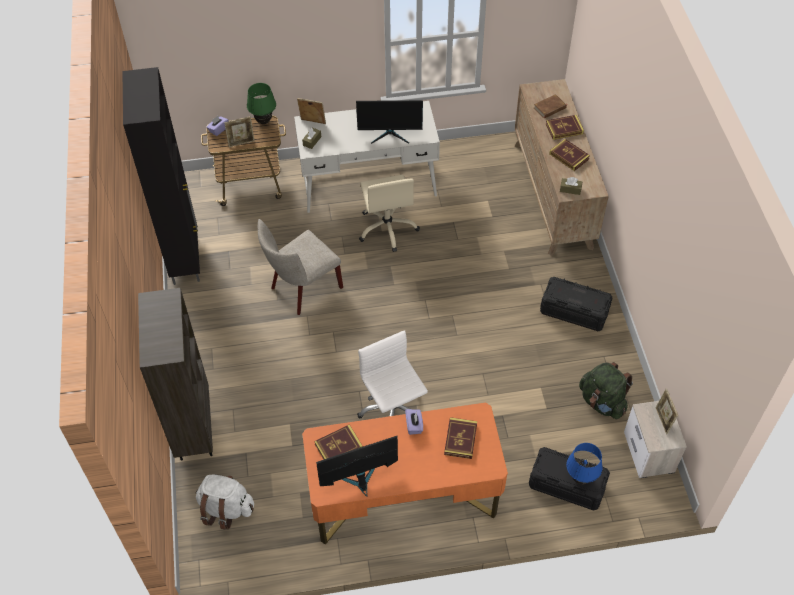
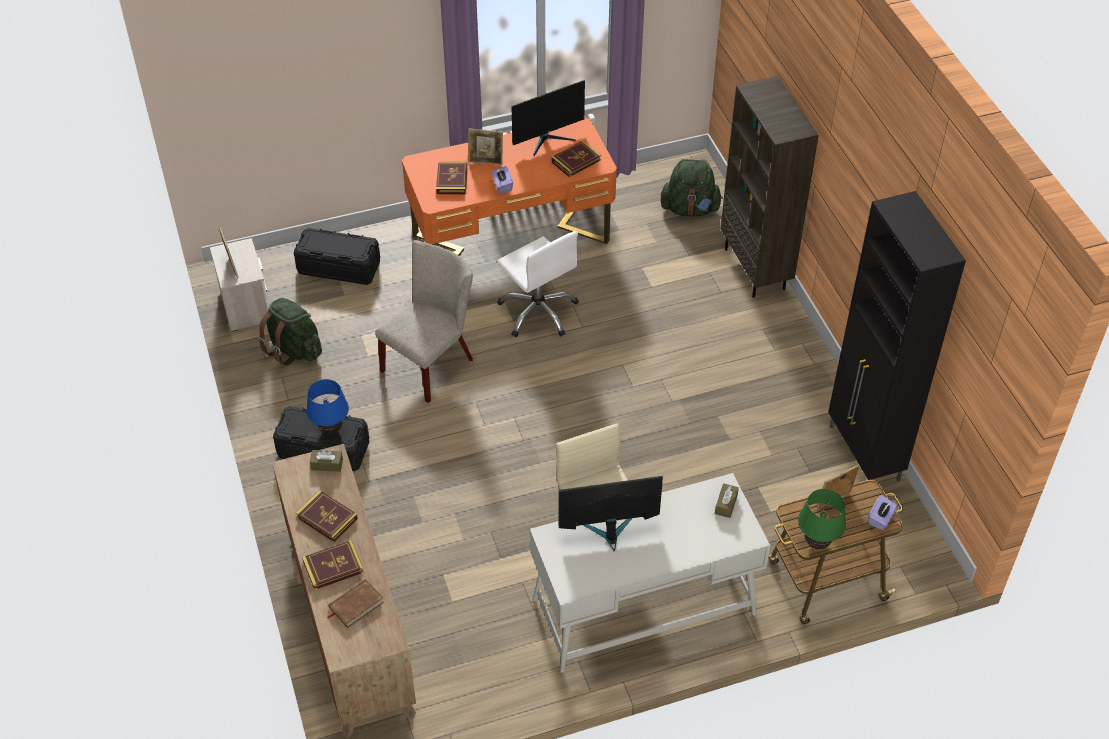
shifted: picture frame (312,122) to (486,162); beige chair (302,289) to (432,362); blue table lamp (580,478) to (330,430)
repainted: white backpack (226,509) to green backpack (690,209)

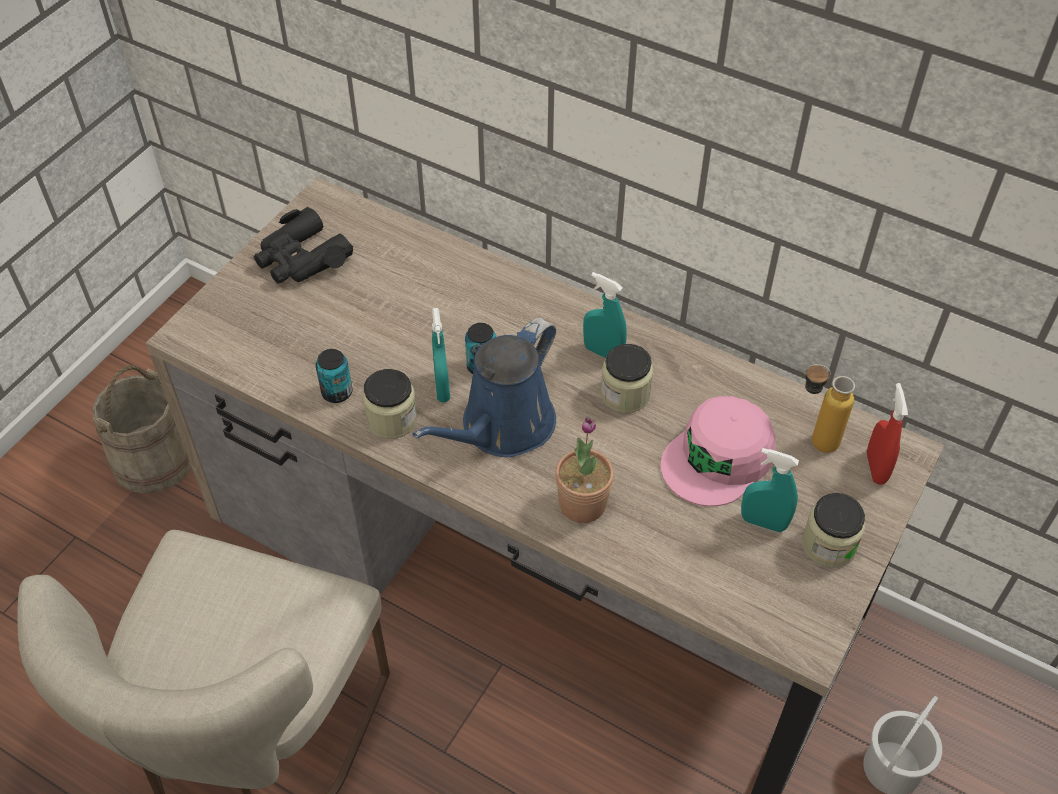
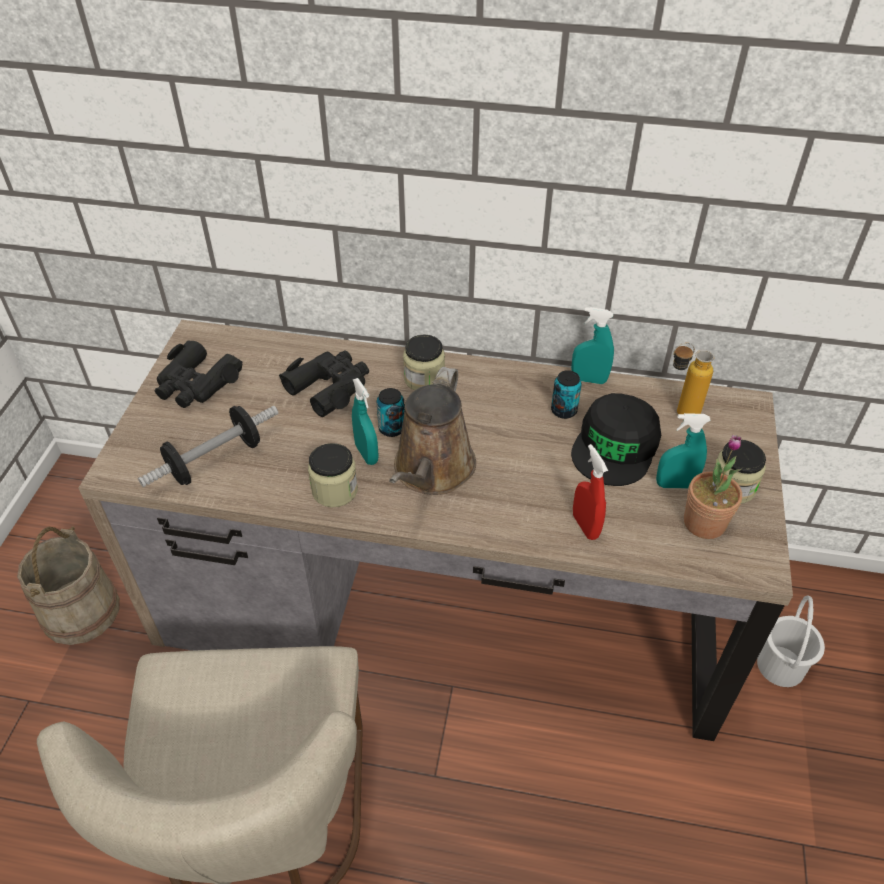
new: black binoculars (329,387); dumbbell (215,460)
shifted: turquoise spray bottle (603,352) to (589,380); jar (625,394) to (424,379); can (337,392) to (564,410); red spray bottle (876,468) to (585,526); potted plant (582,504) to (704,523)
repainted: blue watering can (502,427) to brown watering can (432,471); pink cap (718,458) to black cap (615,447)

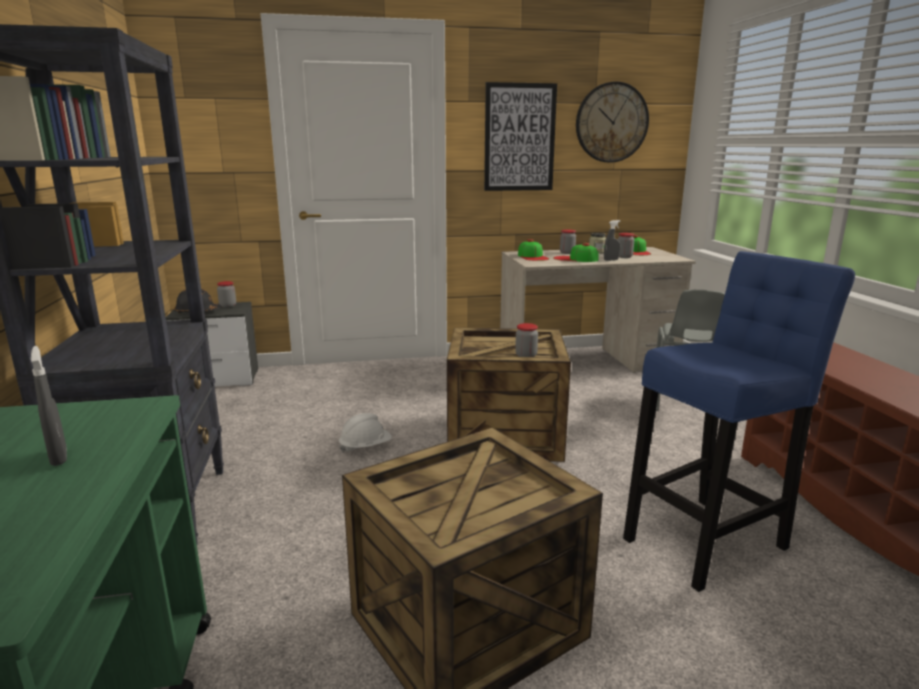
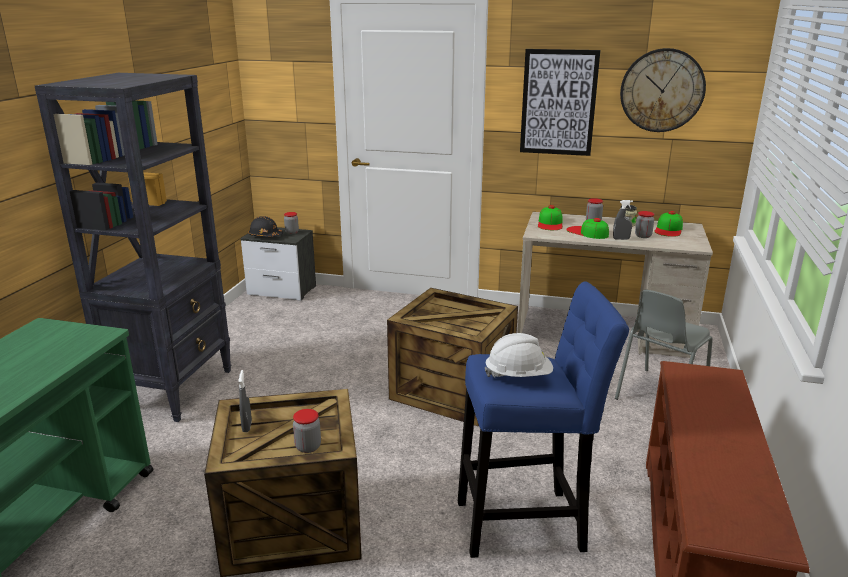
shifted: jar (526,356) to (308,447); grey spray bottle (59,457) to (247,426); white hard hat (365,447) to (518,376)

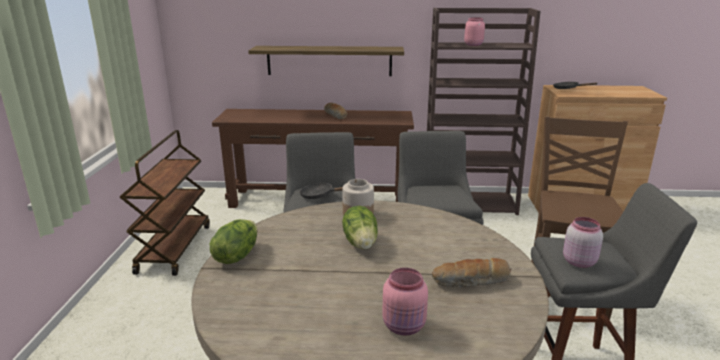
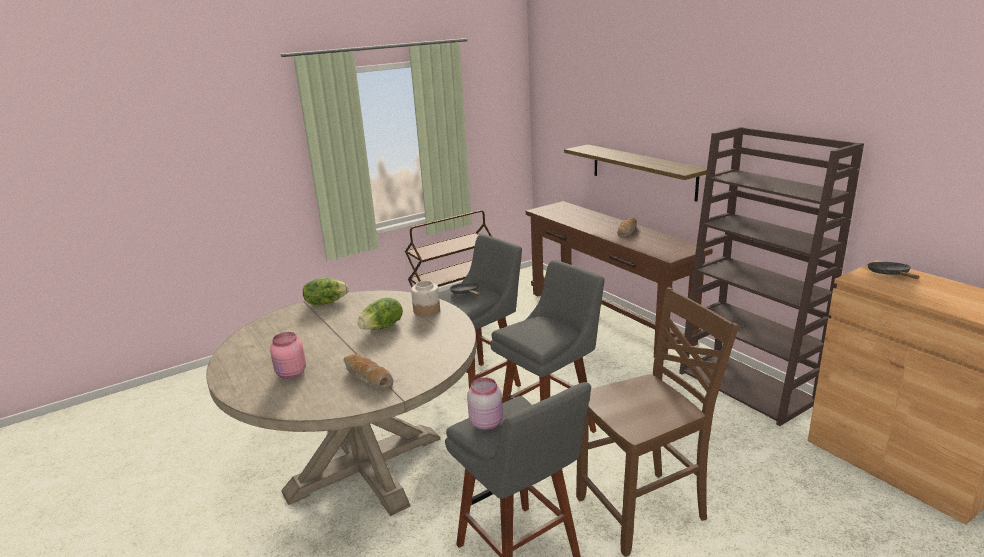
gone: pink jar (473,44)

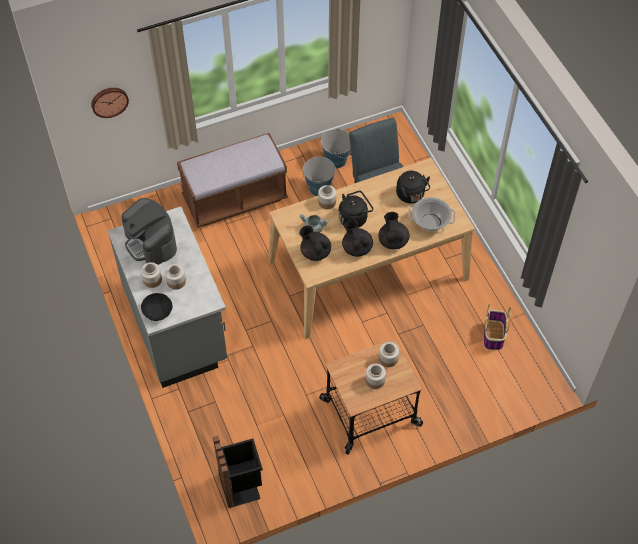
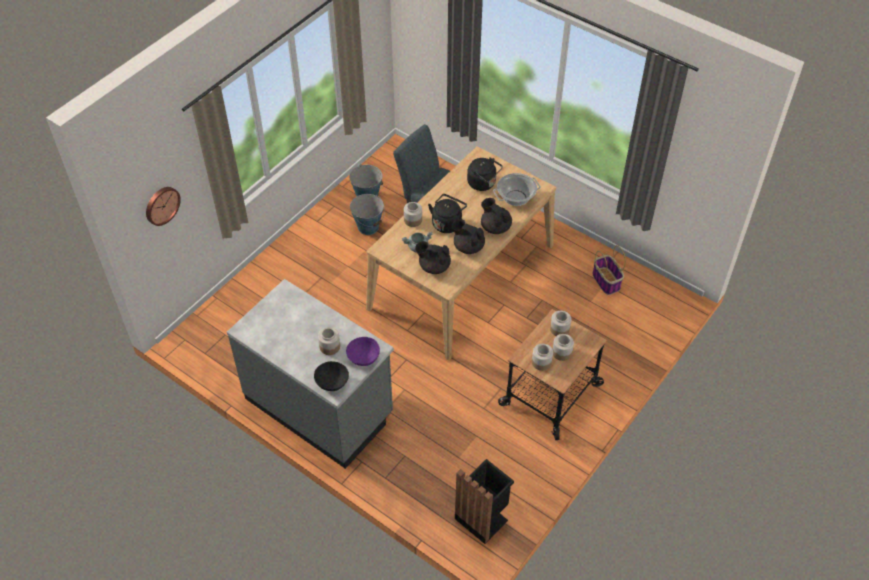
gone: brown bench (235,199); coffee machine (151,243)
new: purple bowl (363,357)
shifted: jar (152,280) to (541,362)

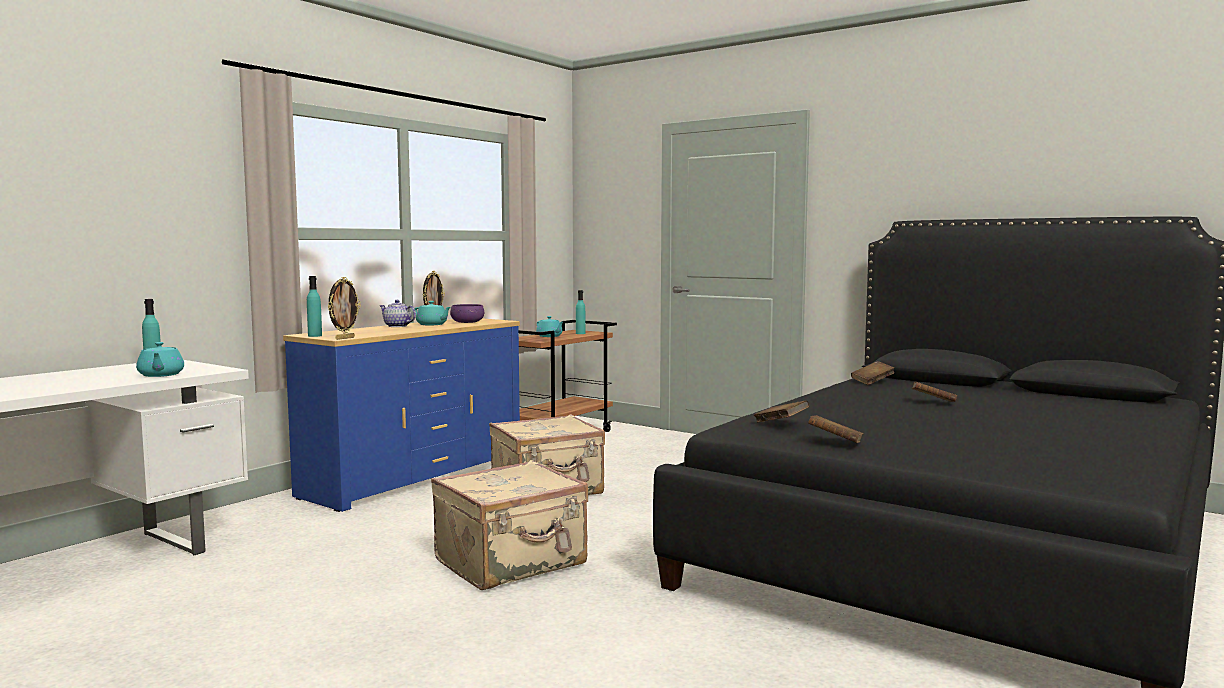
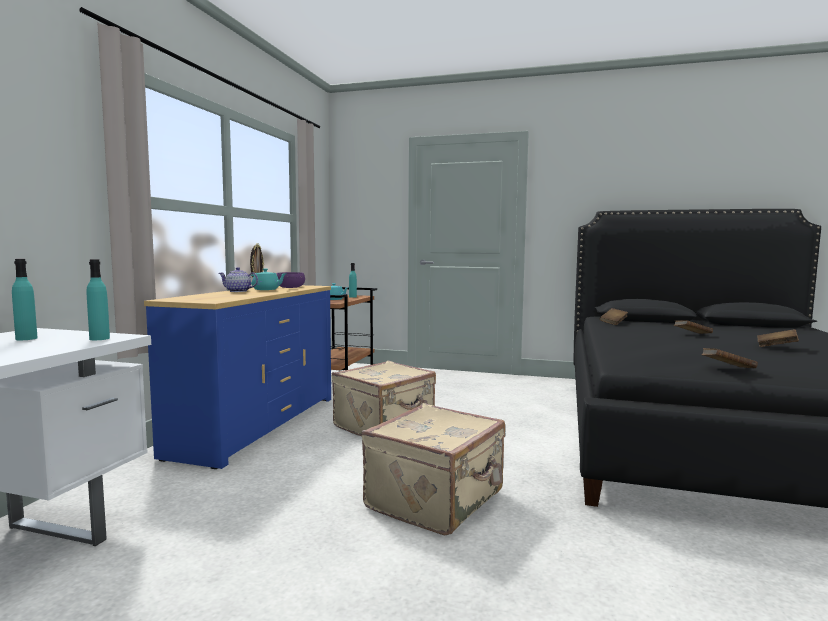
gone: picture frame (344,338); turquoise teapot (161,375)
shifted: turquoise bottle (315,336) to (99,338); brown book (780,424) to (776,347)

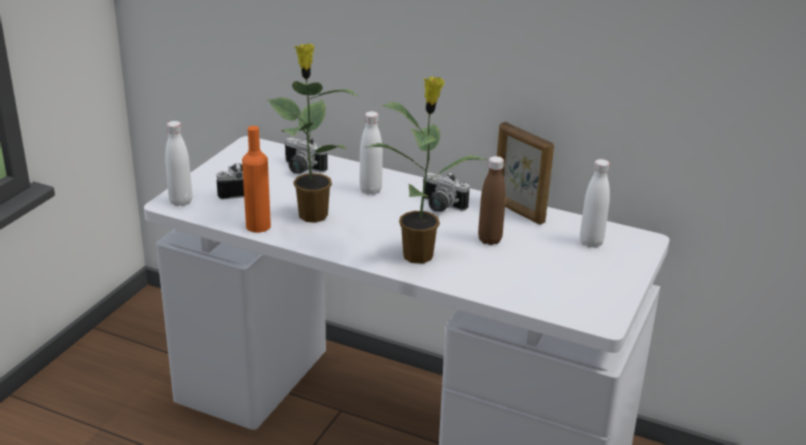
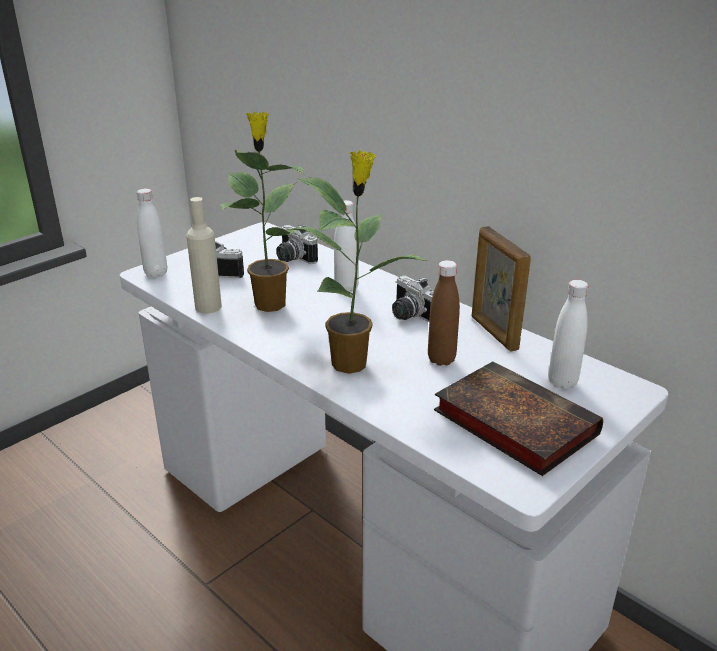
new: book (510,422)
repainted: orange bottle (258,226) to beige bottle (208,307)

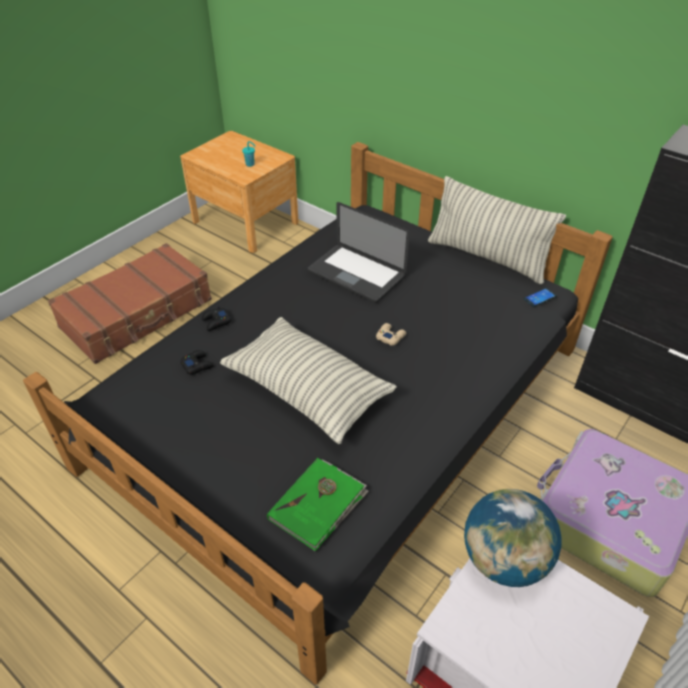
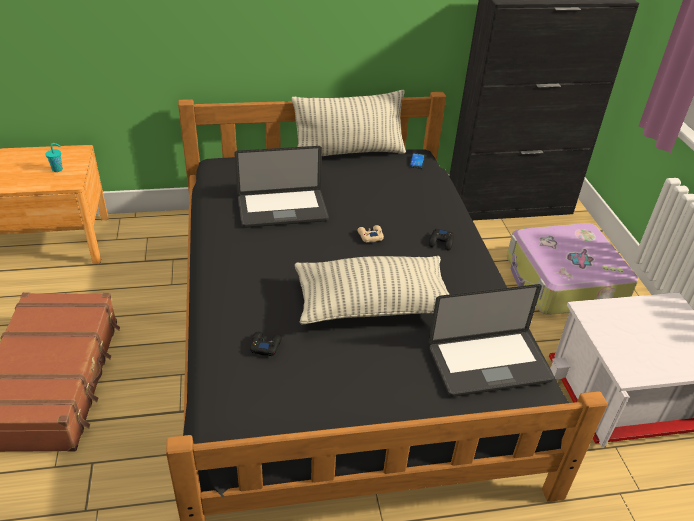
gone: globe (504,560)
shifted: black game controller (216,322) to (441,242)
swapped: green book (318,505) to laptop (489,364)

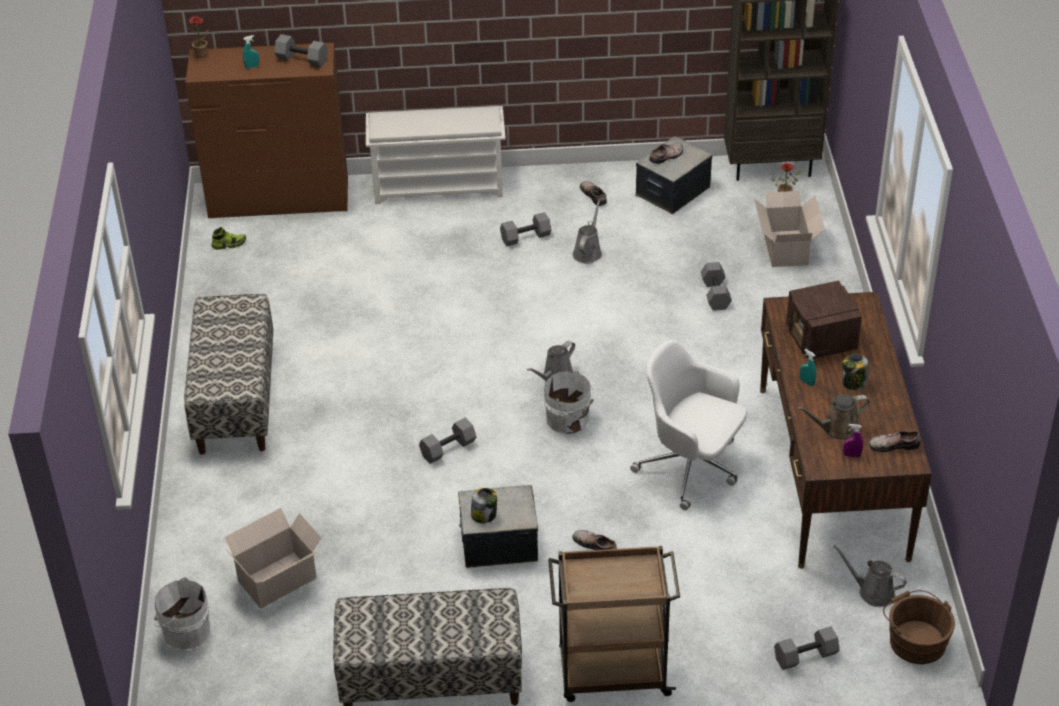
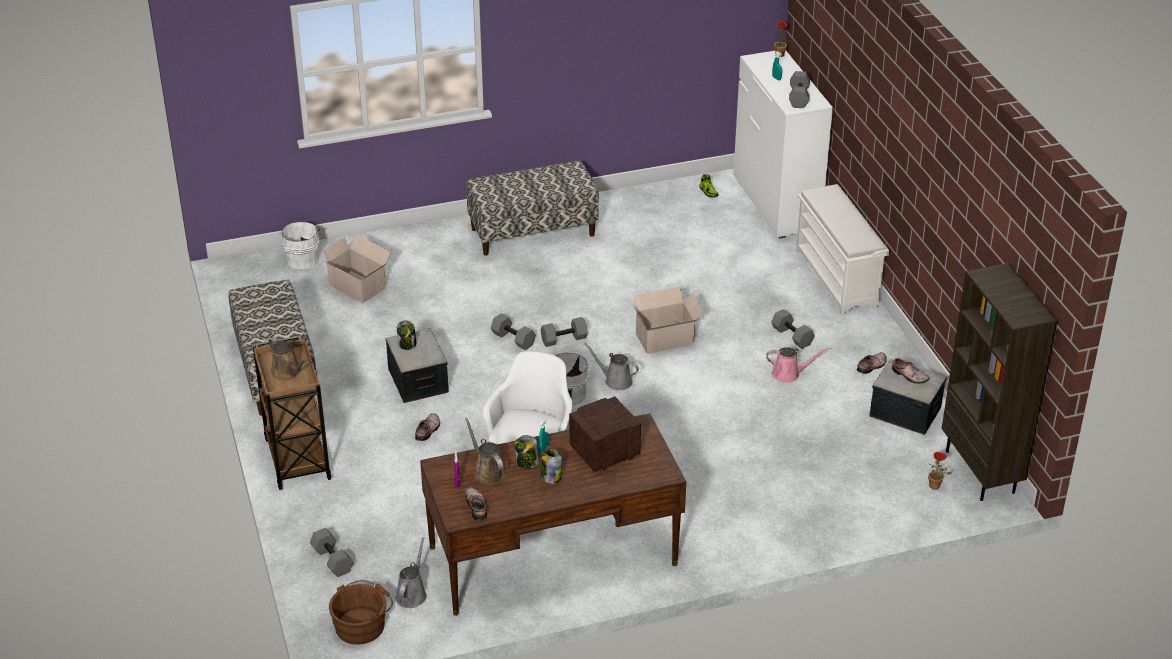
new: brown watering can (288,372); jar (527,462)
shifted: cardboard box (786,247) to (666,339); grey dumbbell (714,294) to (564,339)
repainted: brown dresser (279,199) to white dresser (776,203); grey watering can (588,252) to pink watering can (788,374)

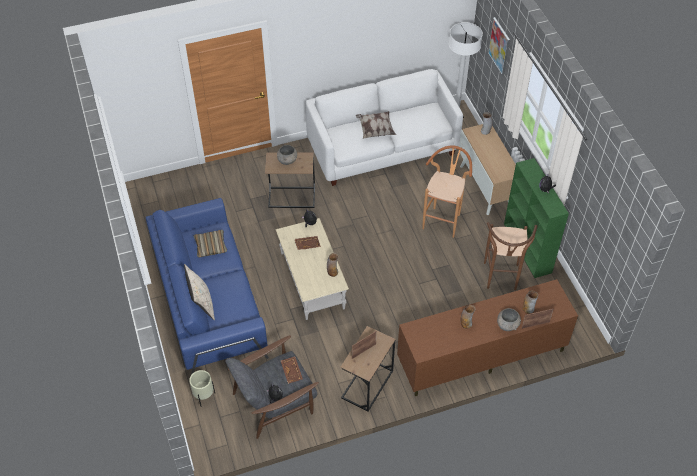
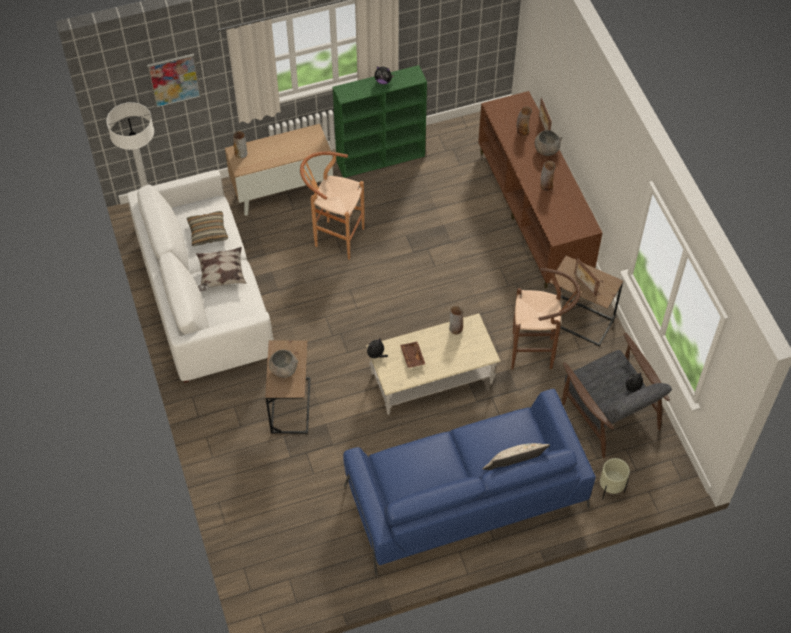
gone: brown tray (292,371)
shifted: brown stool (501,279) to (537,352); pillow (211,246) to (208,232)

